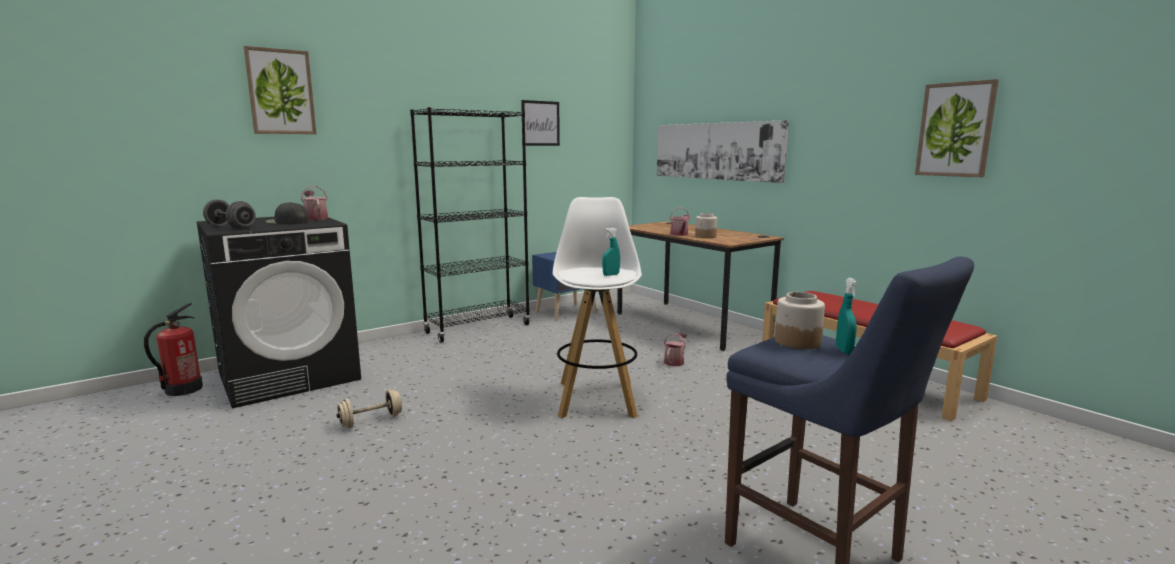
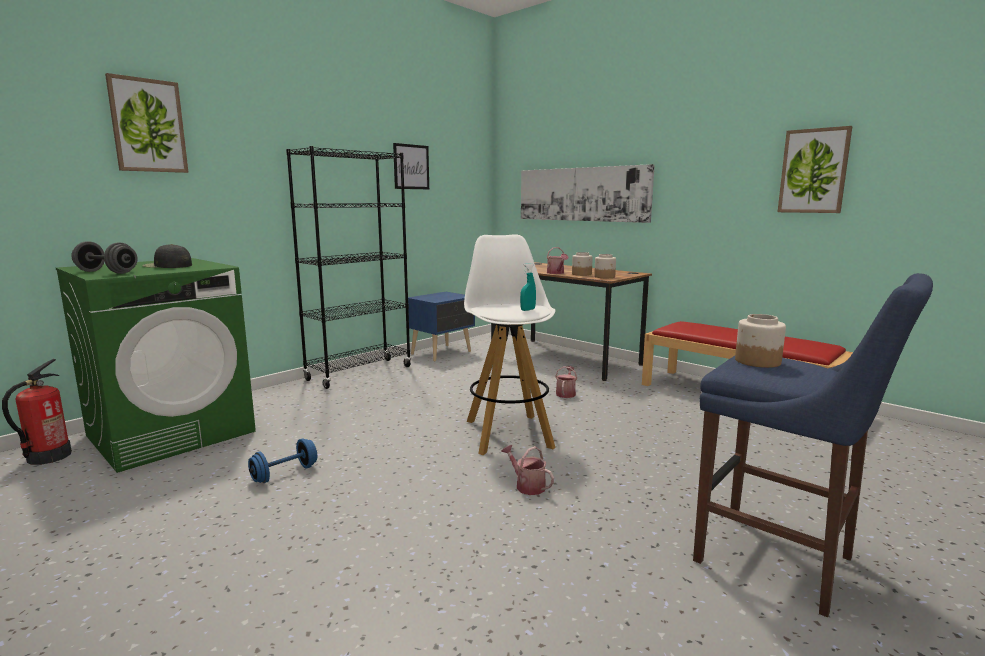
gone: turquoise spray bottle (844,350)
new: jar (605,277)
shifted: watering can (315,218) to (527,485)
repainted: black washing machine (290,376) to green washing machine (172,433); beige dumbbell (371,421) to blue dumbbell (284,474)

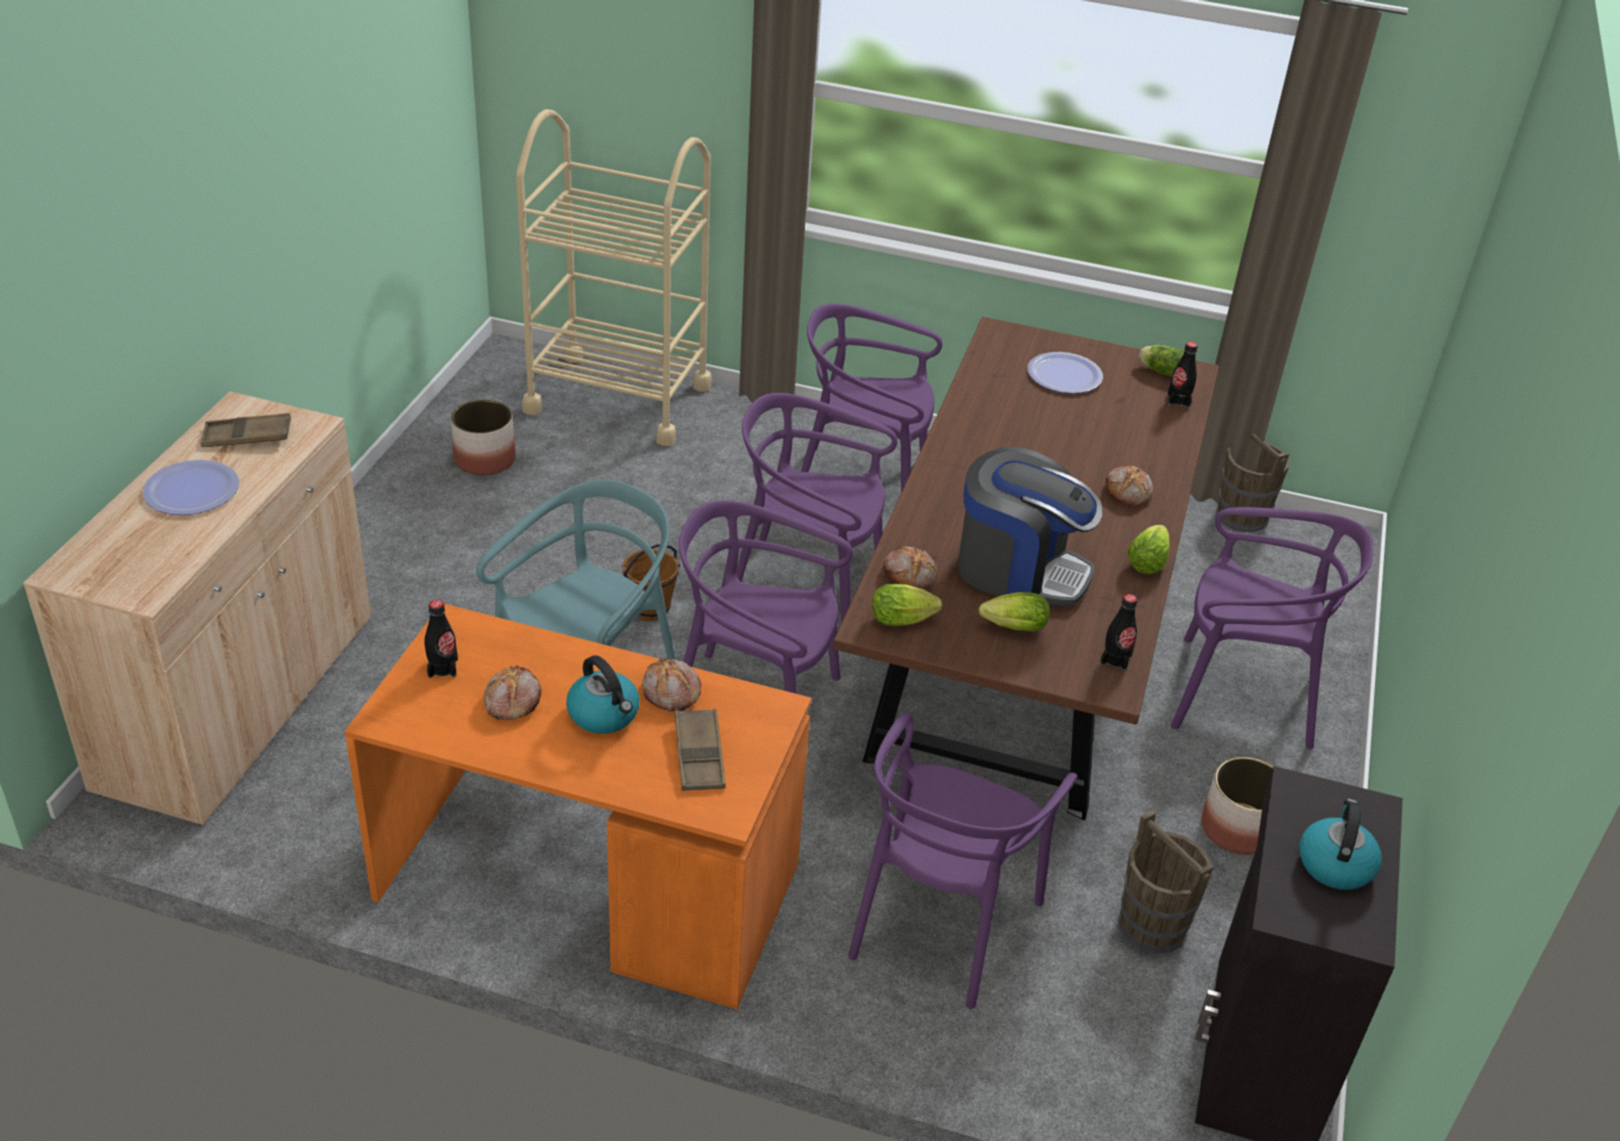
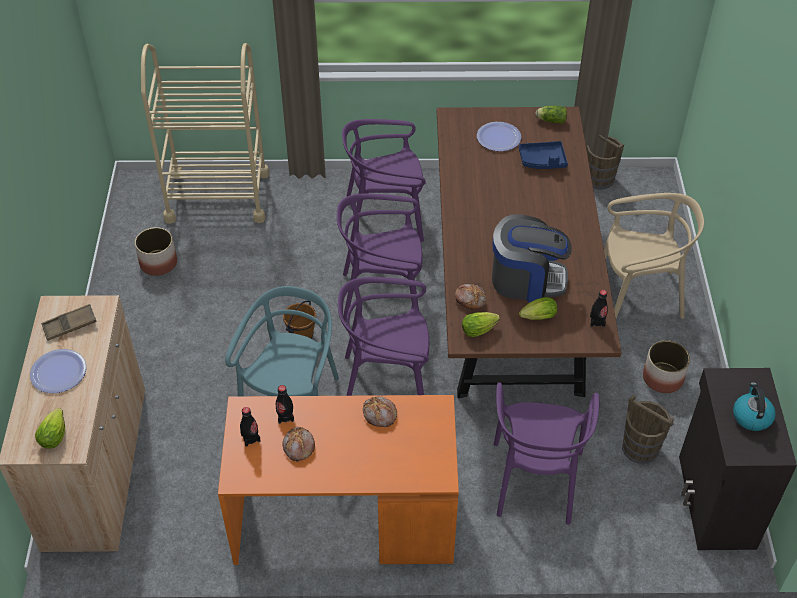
gone: bread (1128,492); kettle (604,714); brown tray (699,755)
new: blue tray (542,161)
shifted: black bottle (1178,400) to (285,416); lettuce (1148,561) to (55,434)
repainted: purple chair (1242,696) to beige chair (638,296)

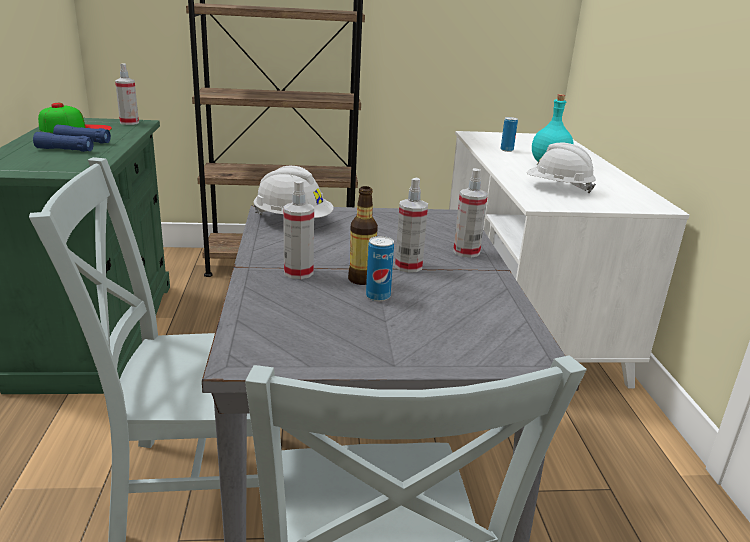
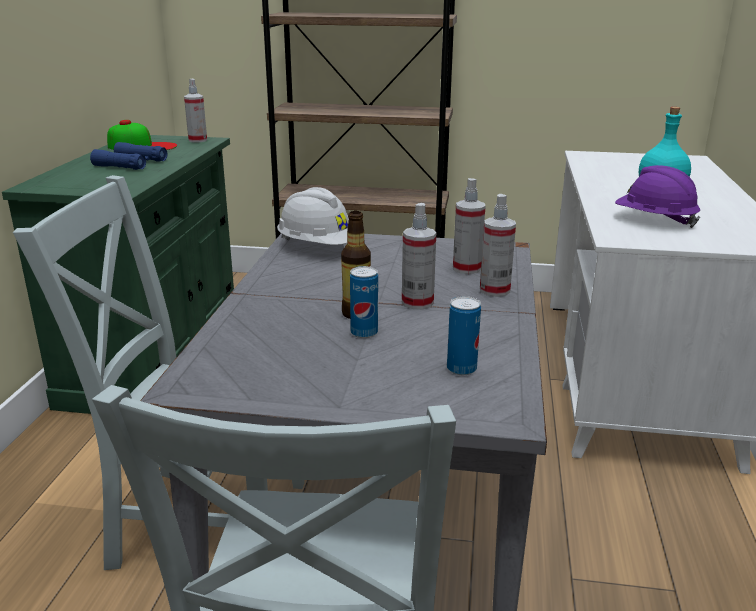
shifted: can (506,150) to (461,369); spray bottle (298,272) to (466,268)
repainted: white hard hat (558,188) to purple hard hat (654,221)

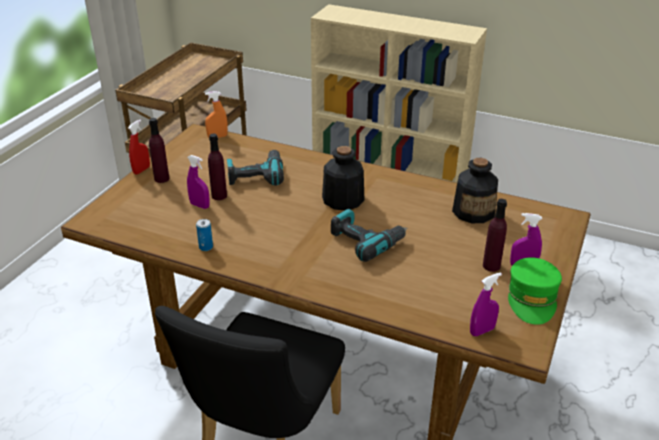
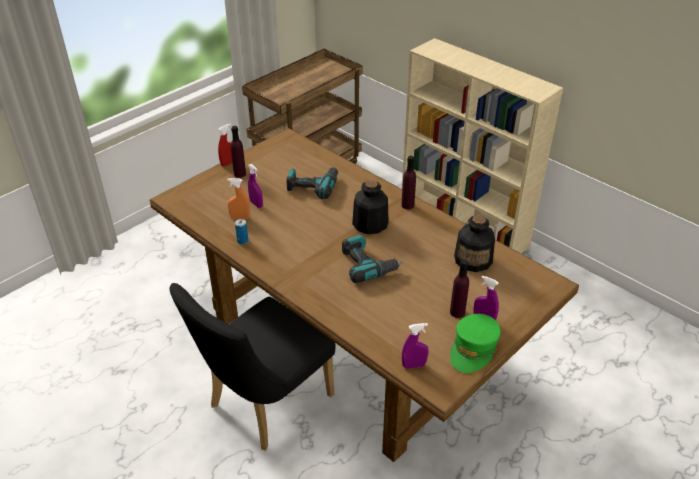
shifted: orange spray bottle (217,137) to (240,217); purple bottle (219,196) to (407,205)

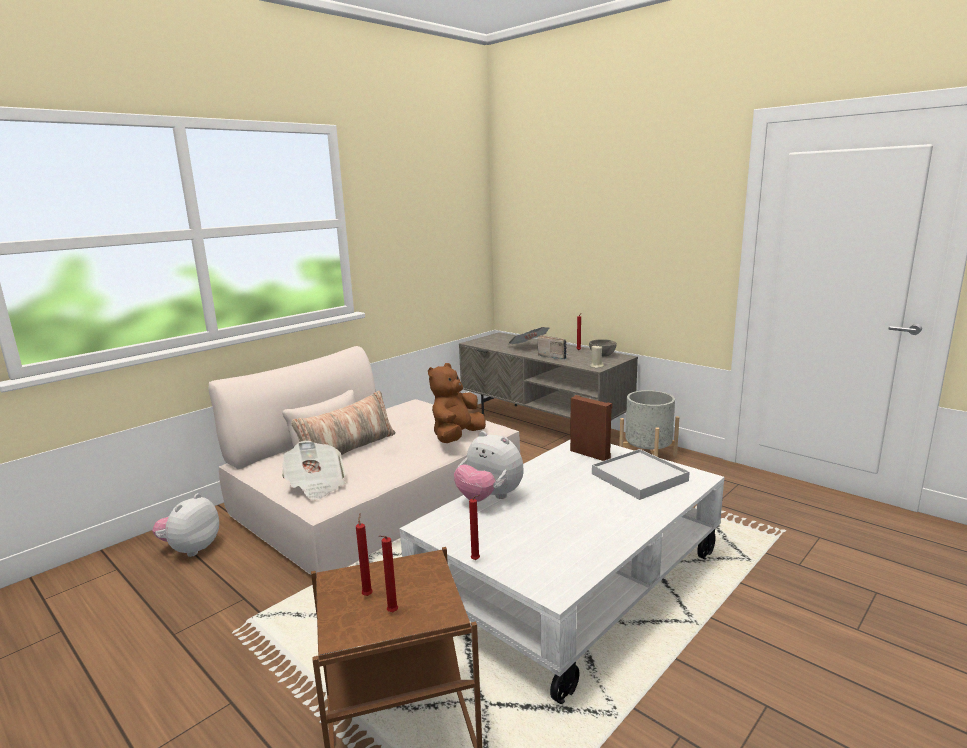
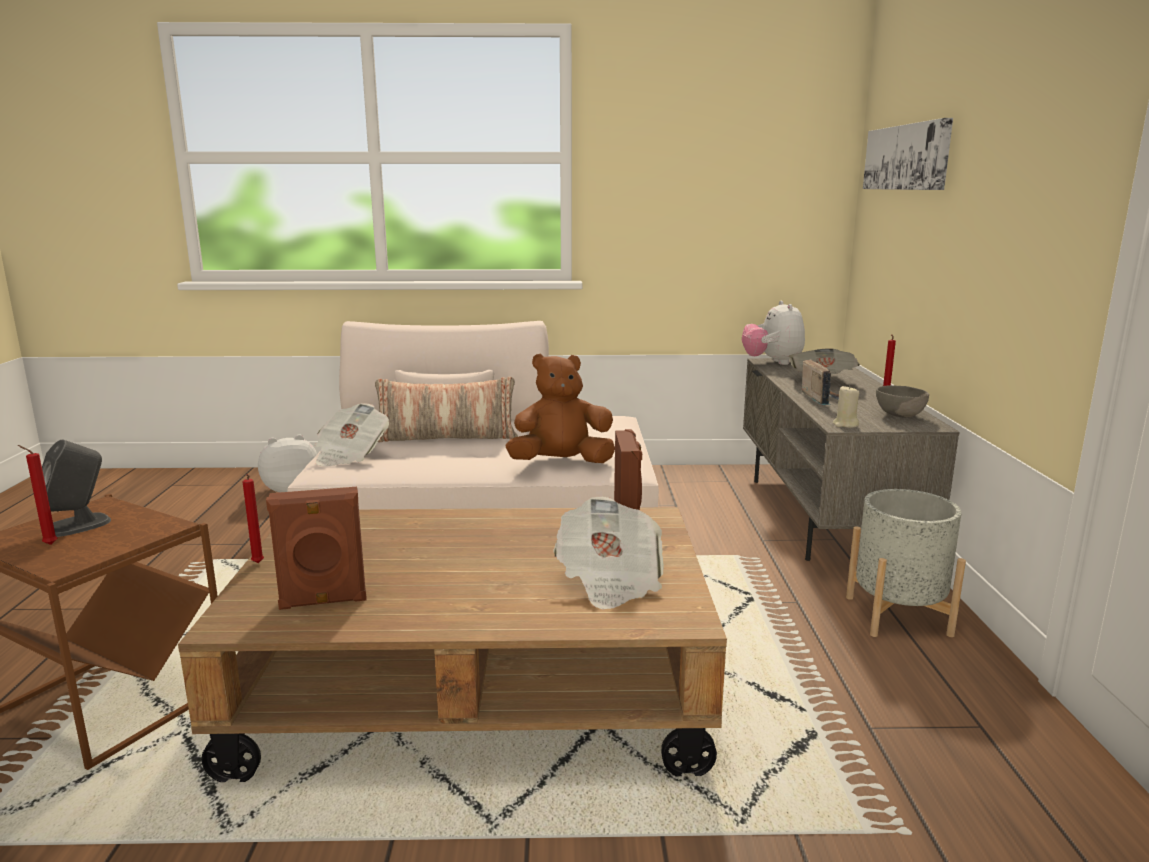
new: picture (906,157); brown speaker (323,602)
shifted: plush toy (489,498) to (772,362)
swapped: white tray (639,477) to newspaper (609,580); red candle (367,594) to grey speaker (78,525)
repainted: white coffee table (570,579) to brown coffee table (477,687)

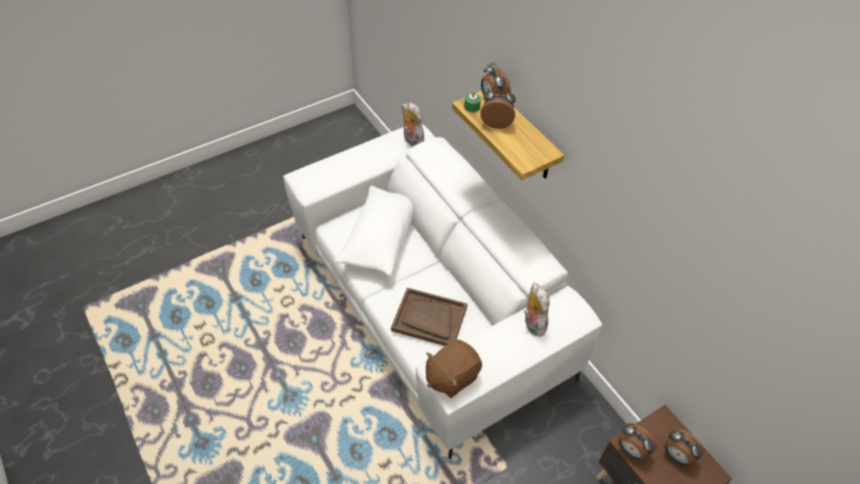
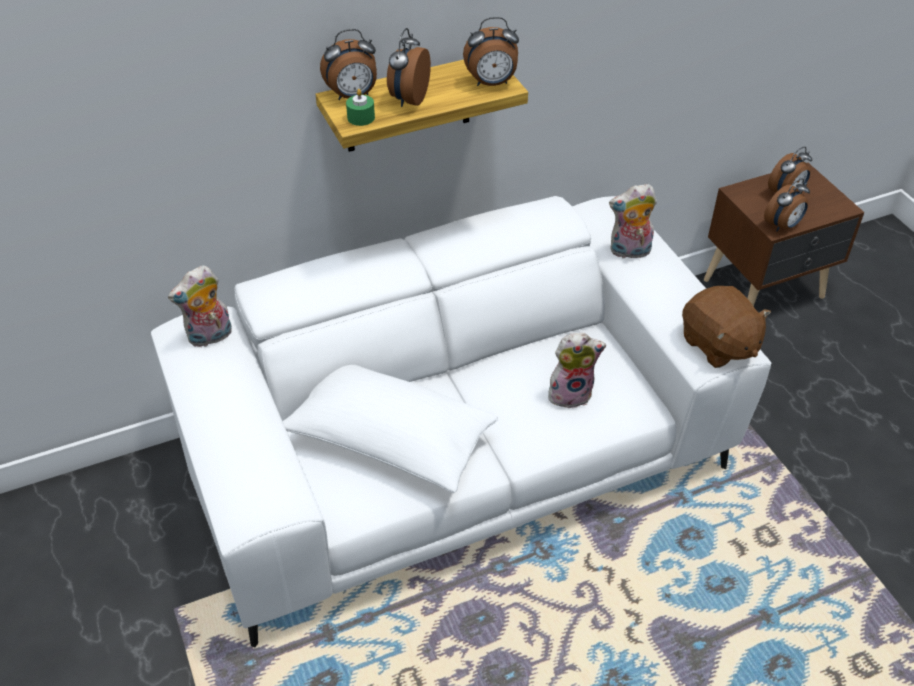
new: alarm clock (491,83)
swapped: brown tray (429,319) to plush toy (571,393)

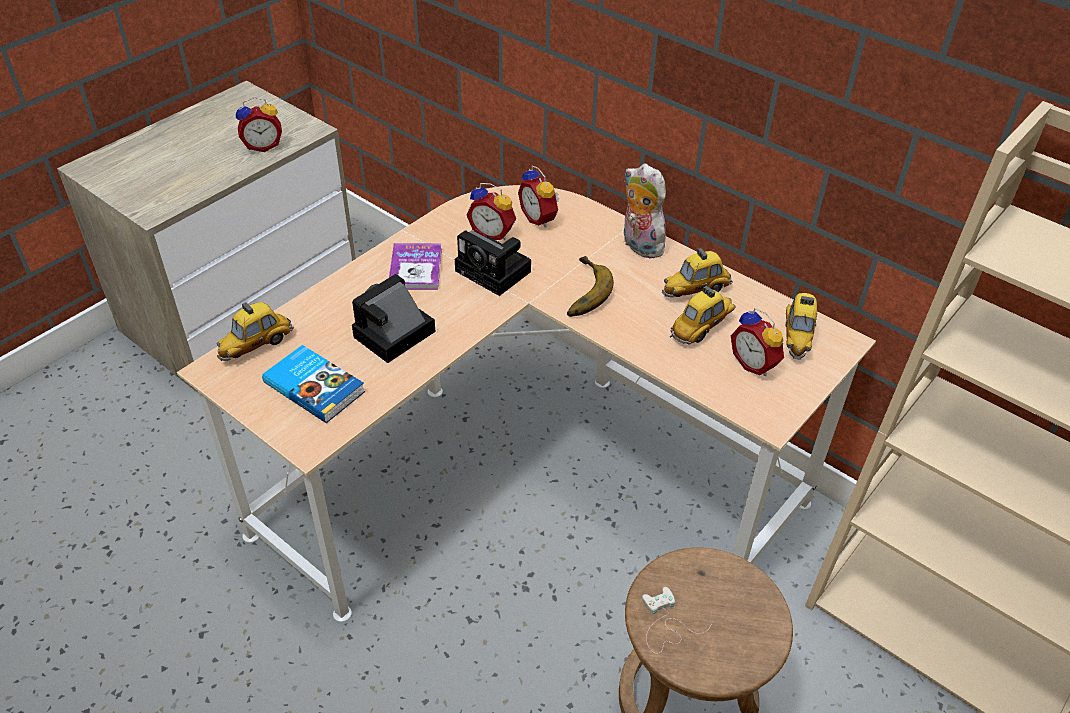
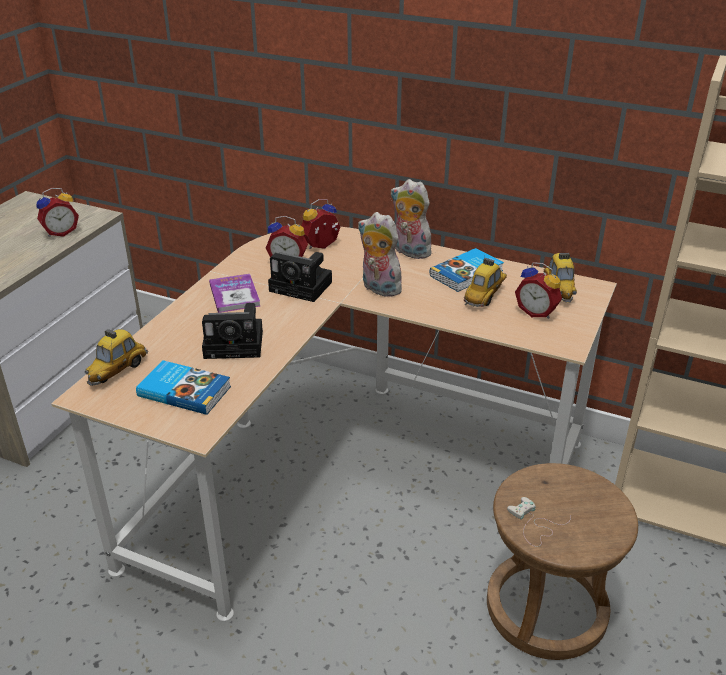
swapped: toy car (695,290) to book (467,273); banana (580,292) to plush toy (378,288)
rotated: alarm clock (540,218) = (322,246) 105 degrees clockwise; photo camera (392,336) = (236,344) 120 degrees counterclockwise

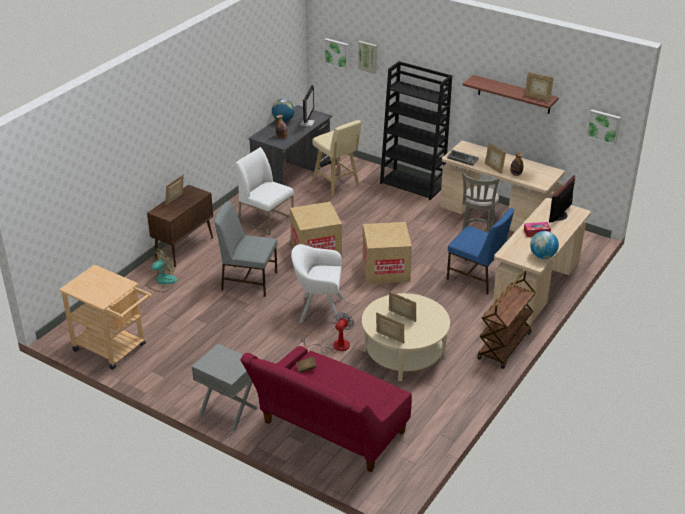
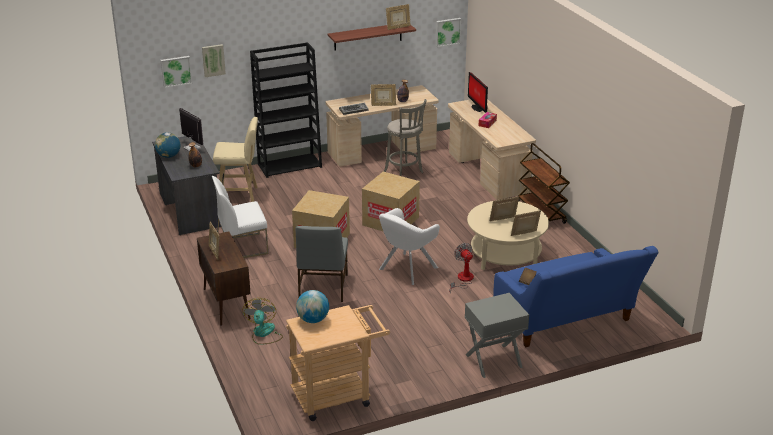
gone: blue chair (477,277)
shifted: globe (542,256) to (313,320)
repainted: red sofa (329,432) to blue sofa (567,322)
rotated: grey chair (248,280) = (322,288) 45 degrees counterclockwise

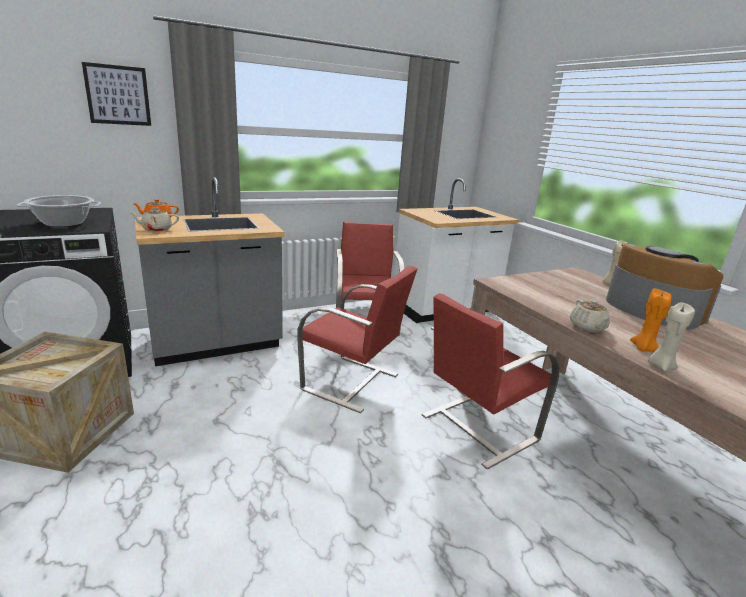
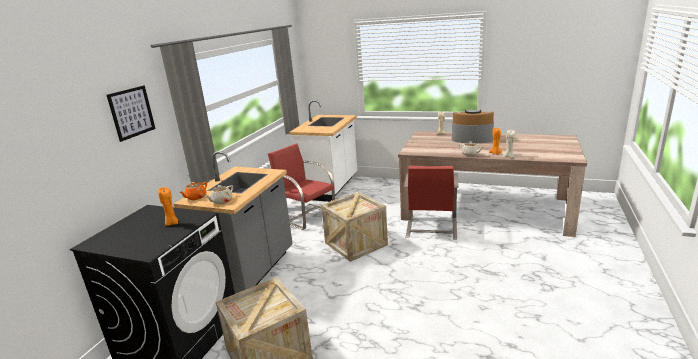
swapped: cooking pot (64,223) to orange candle (171,223); red chair (352,383) to crate (356,244)

